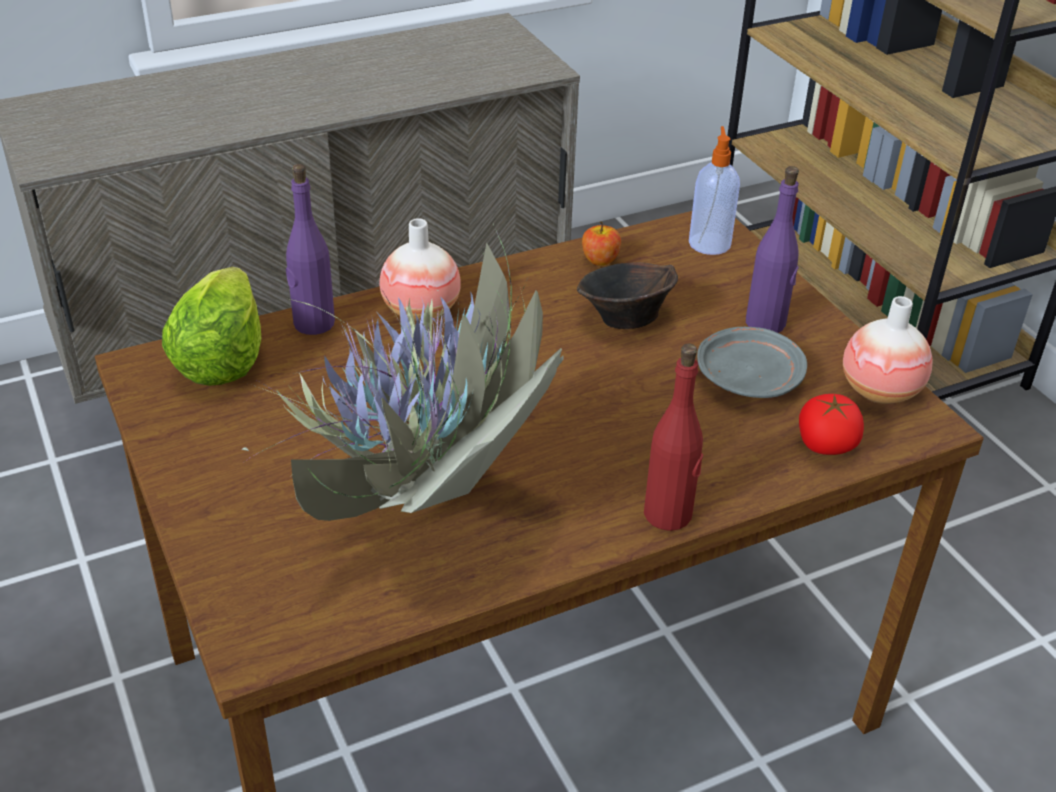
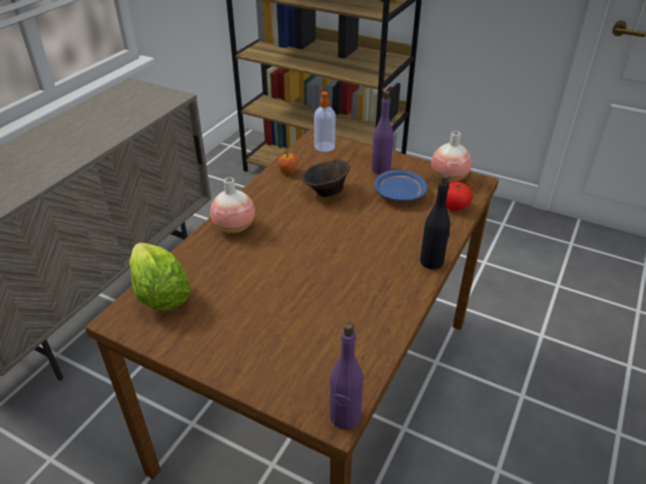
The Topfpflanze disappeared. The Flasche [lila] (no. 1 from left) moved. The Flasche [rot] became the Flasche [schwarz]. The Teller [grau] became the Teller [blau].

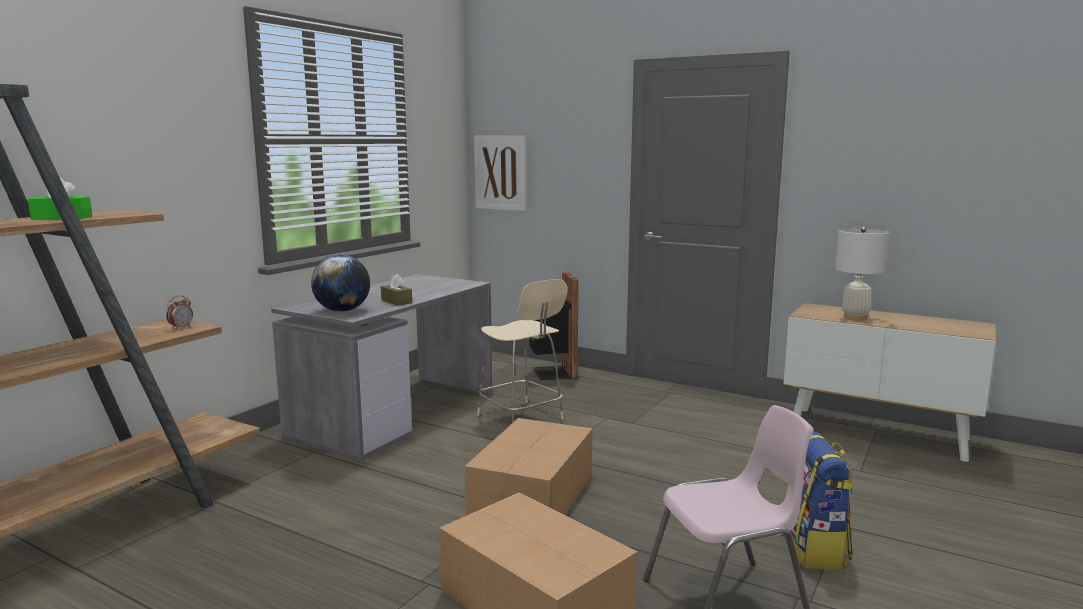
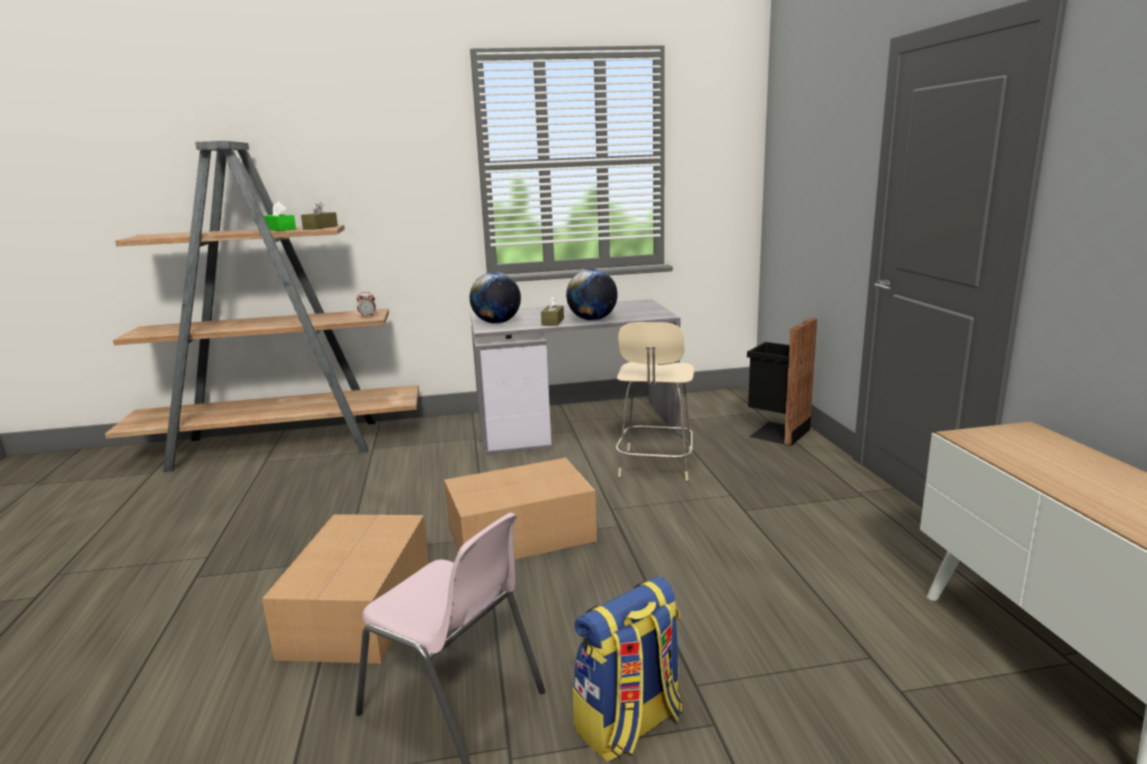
The Bild disappeared. The Tischlampe [weiß] disappeared. The Taschentuchbox [braun] (no. 1 from left) appeared. The Globus (no. 2 from left) appeared.

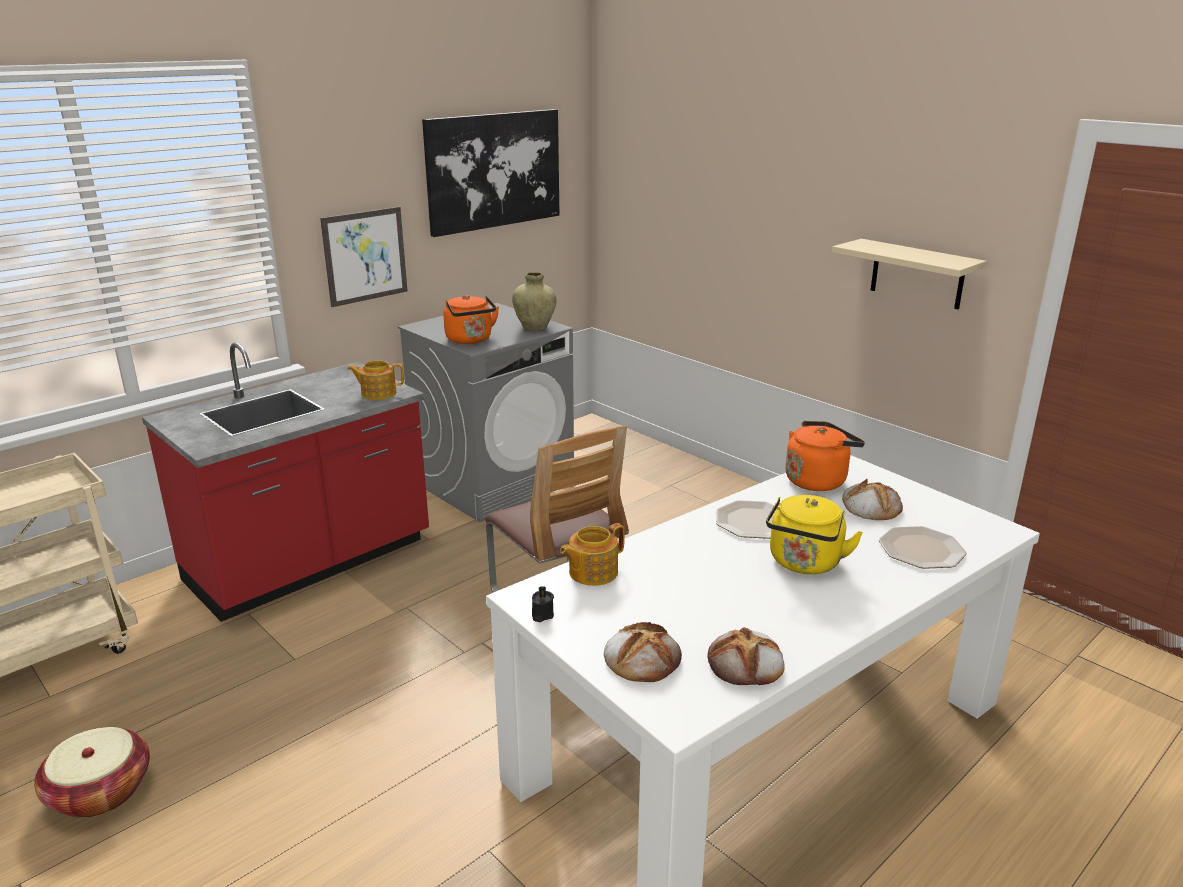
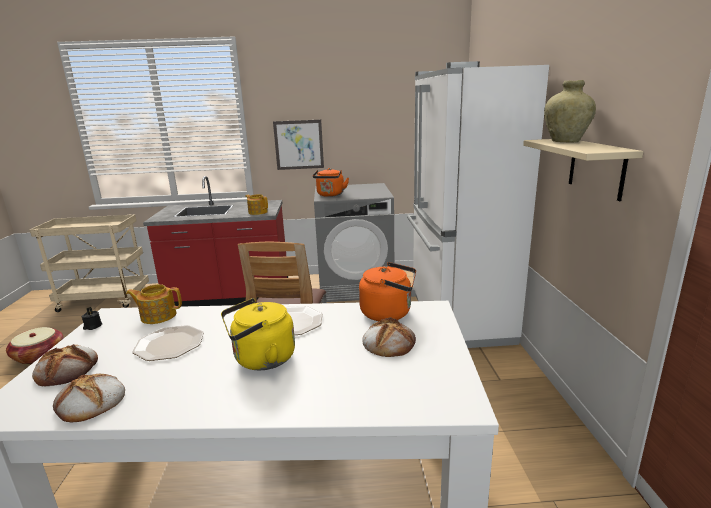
The Bild (no. 2 from left) disappeared. The Kühlschrank [weiß] appeared. The Vase [beige] moved. The Teller (no. 2 from left in the first image) moved.

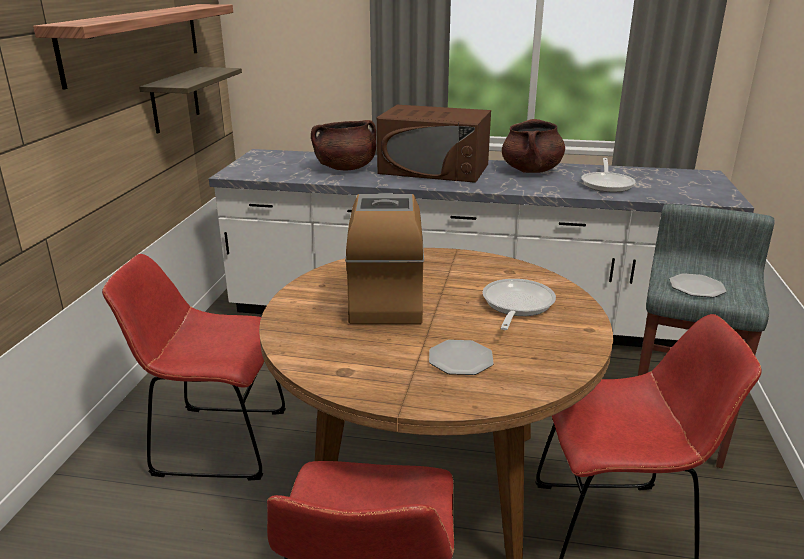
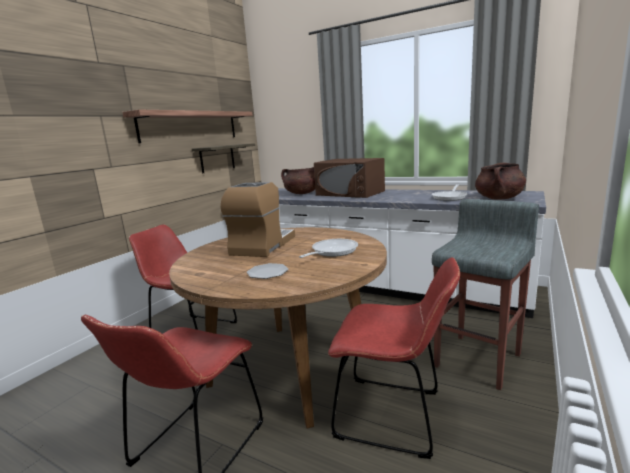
The Teller (no. 2 from left) disappeared. The Kochtopf [braun] (no. 2 from left) moved.

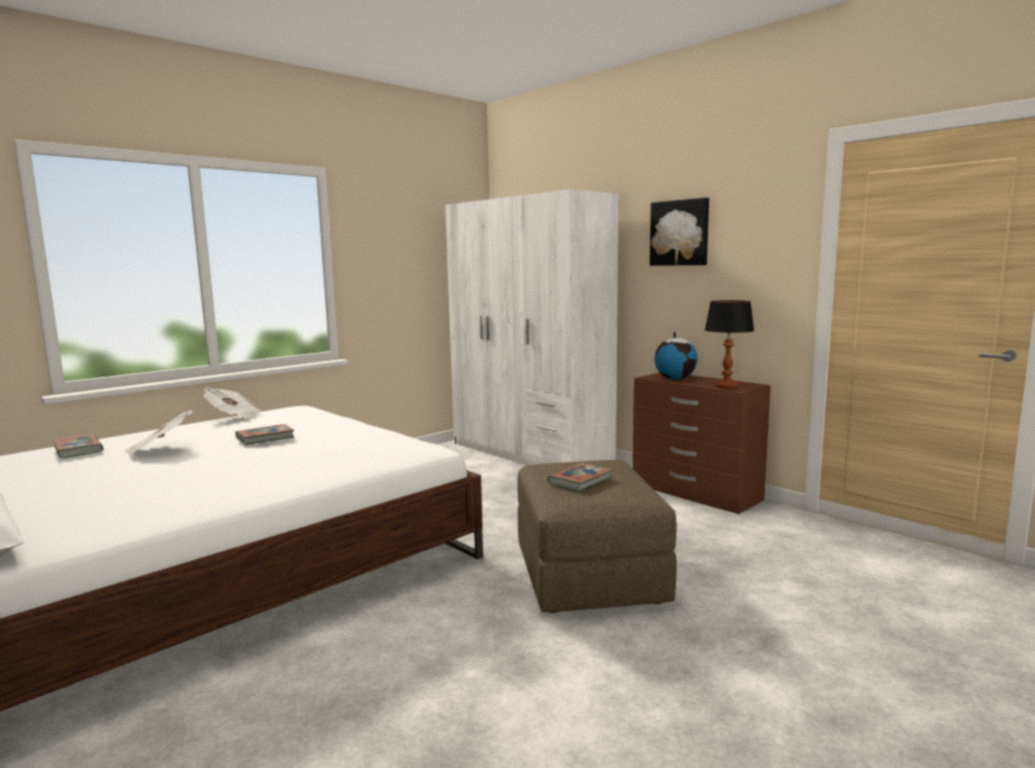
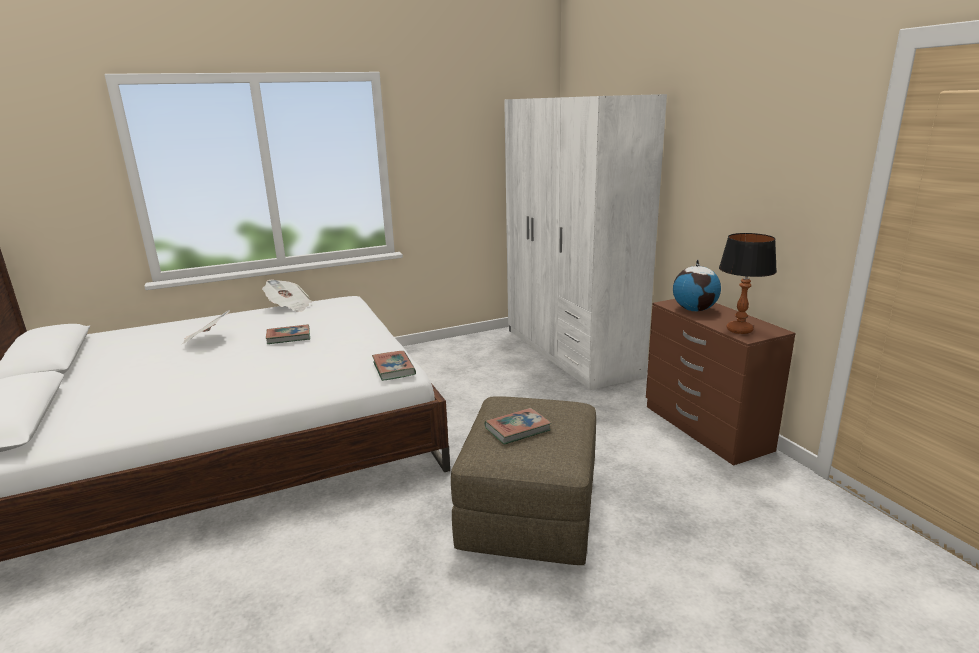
The Bild disappeared. The Buch (no. 1 from left in the first image) moved.

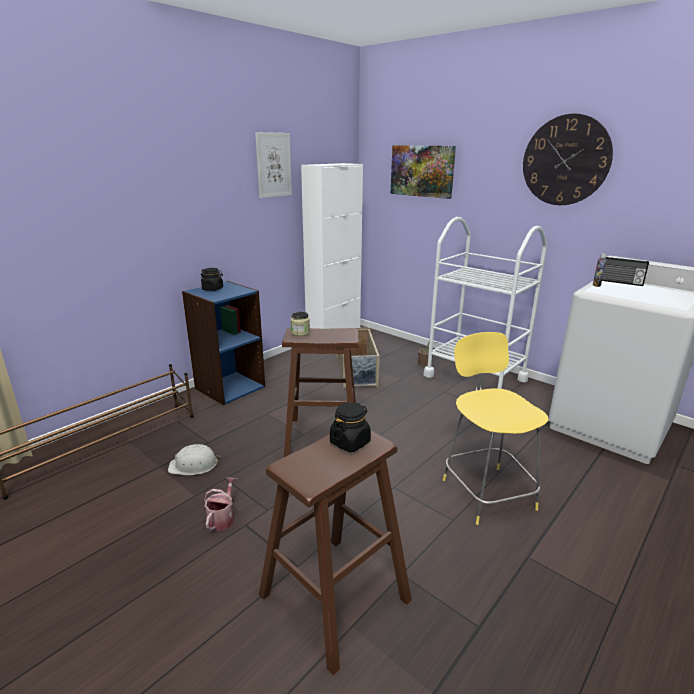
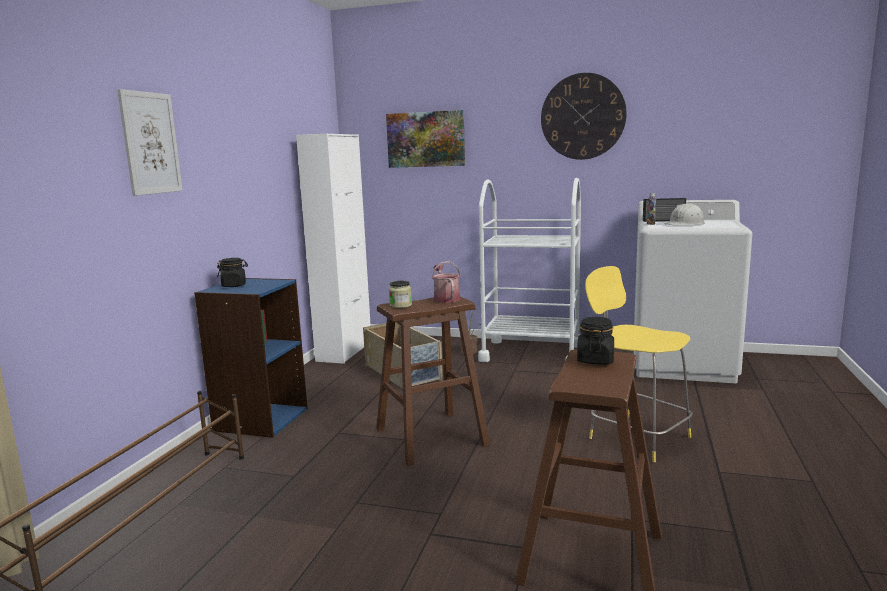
The Schutzhelm [weiß] moved. The Gießkanne moved. The Bild (no. 1 from left) moved.

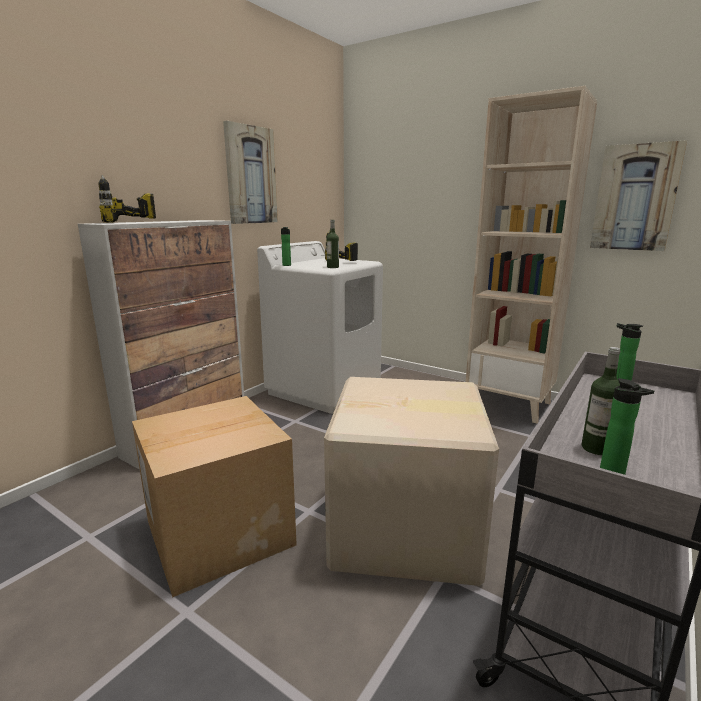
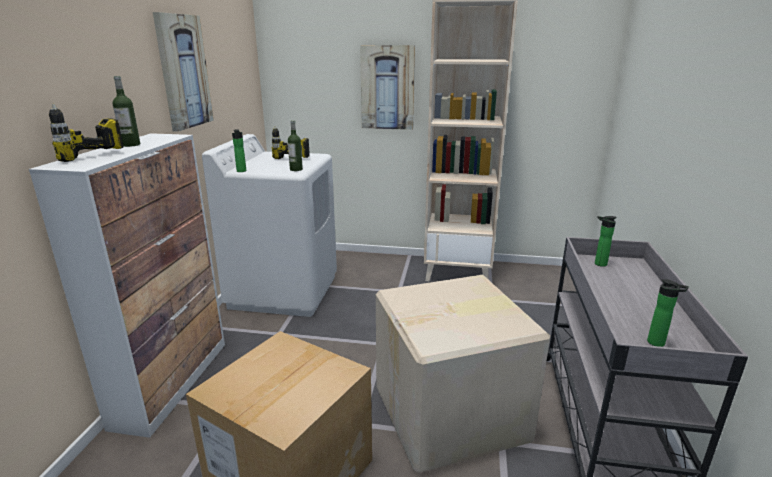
The Flasche (no. 3 from left in the first image) moved. The Bild (no. 2 from left) moved.

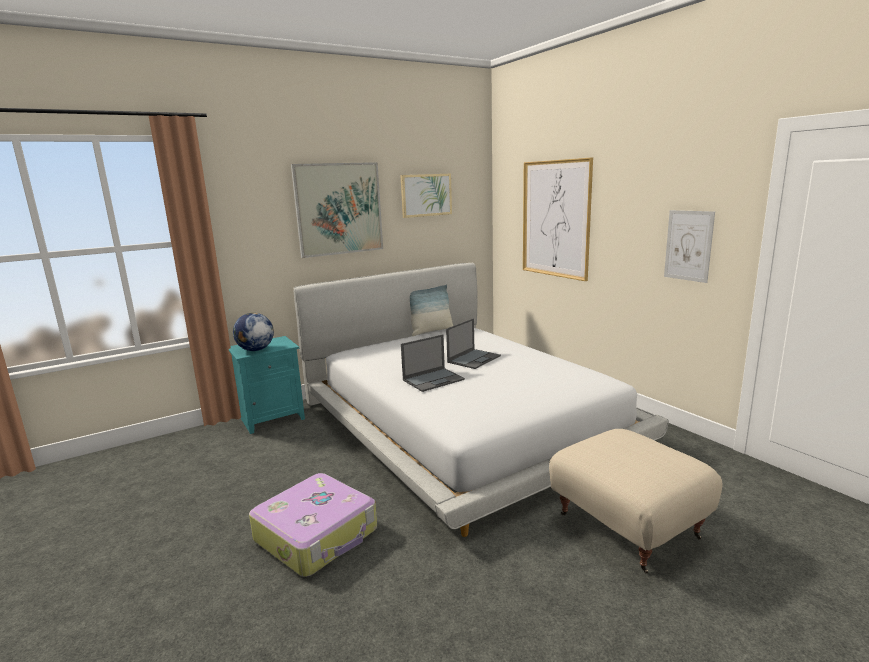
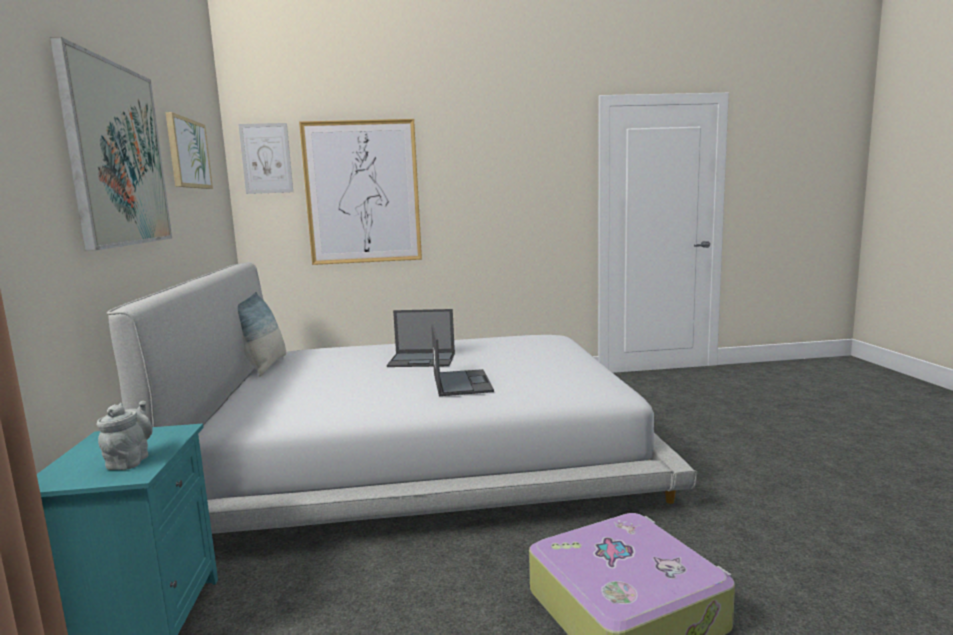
The Polsterhocker [beige] disappeared. The Bild (no. 4 from left in the first image) moved. The Globus was replaced by the Teekanne [grau]. The Laptop (no. 2 from left in the first image) turned 120 degrees clockwise.

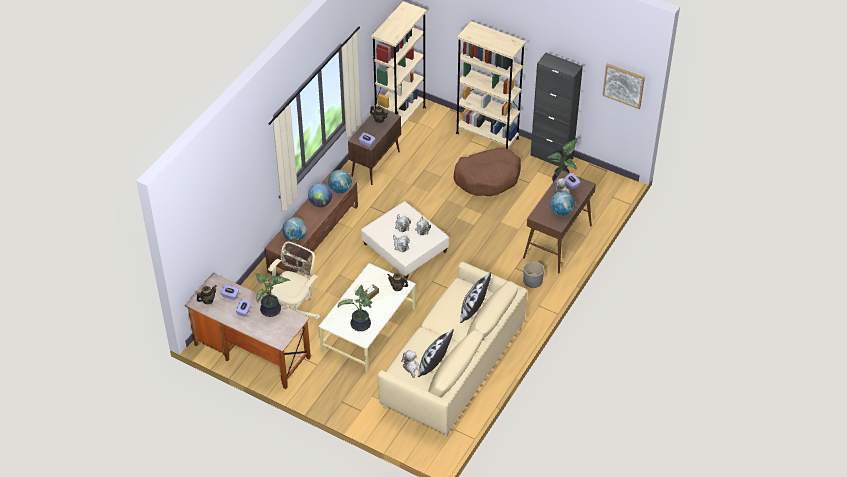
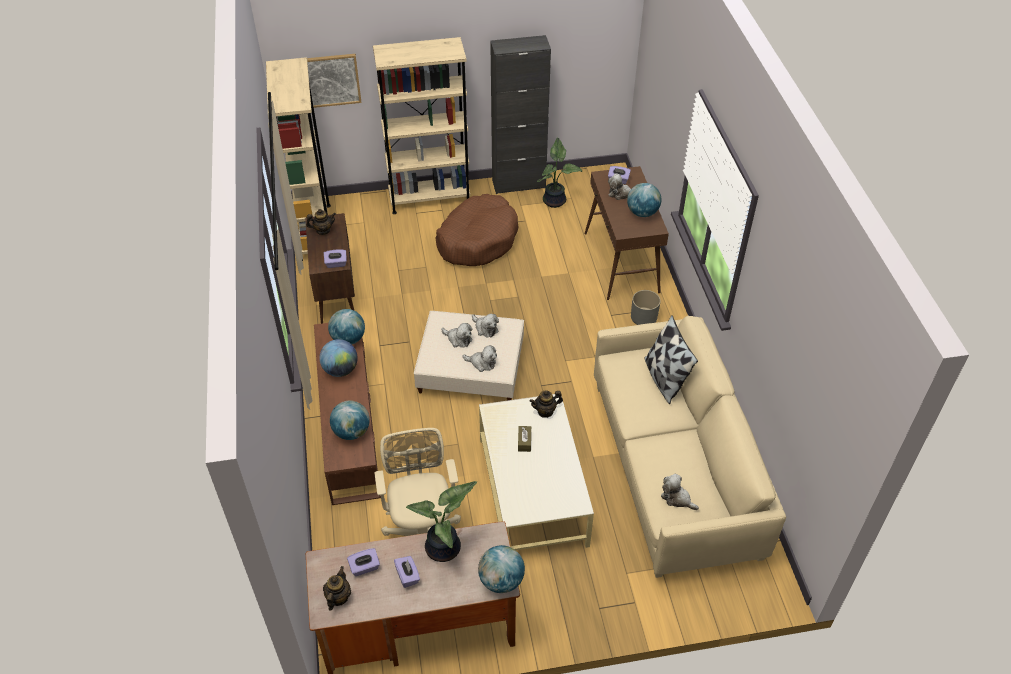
The Topfpflanze (no. 2 from left) disappeared. The Kissen (no. 1 from left) disappeared. The Globus (no. 4 from left) appeared. The Bild moved.

